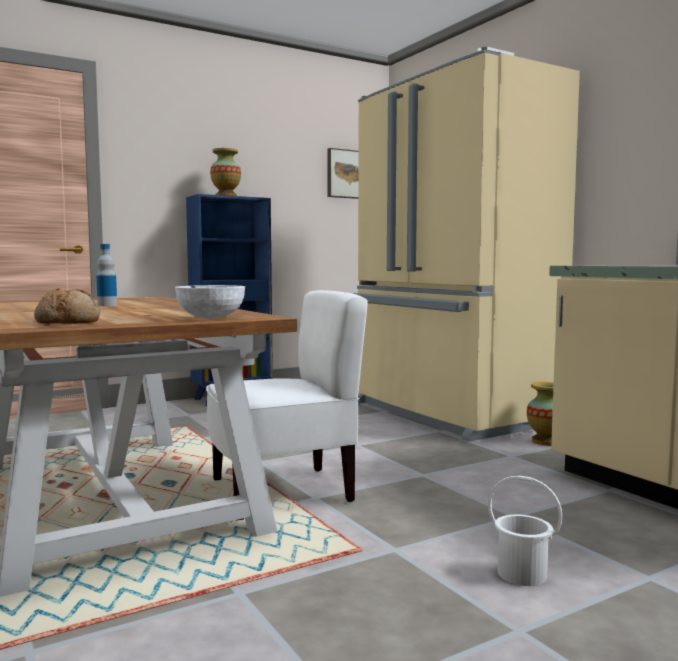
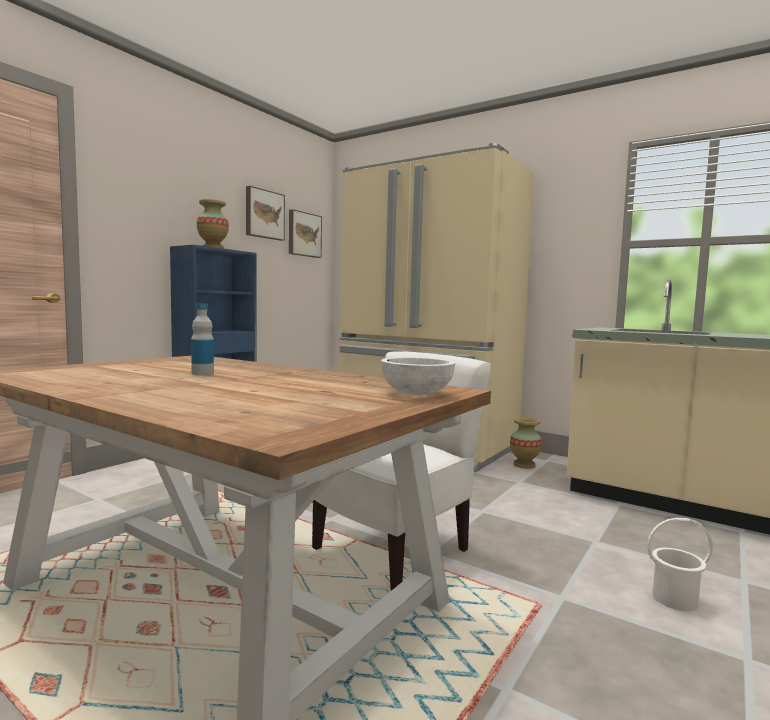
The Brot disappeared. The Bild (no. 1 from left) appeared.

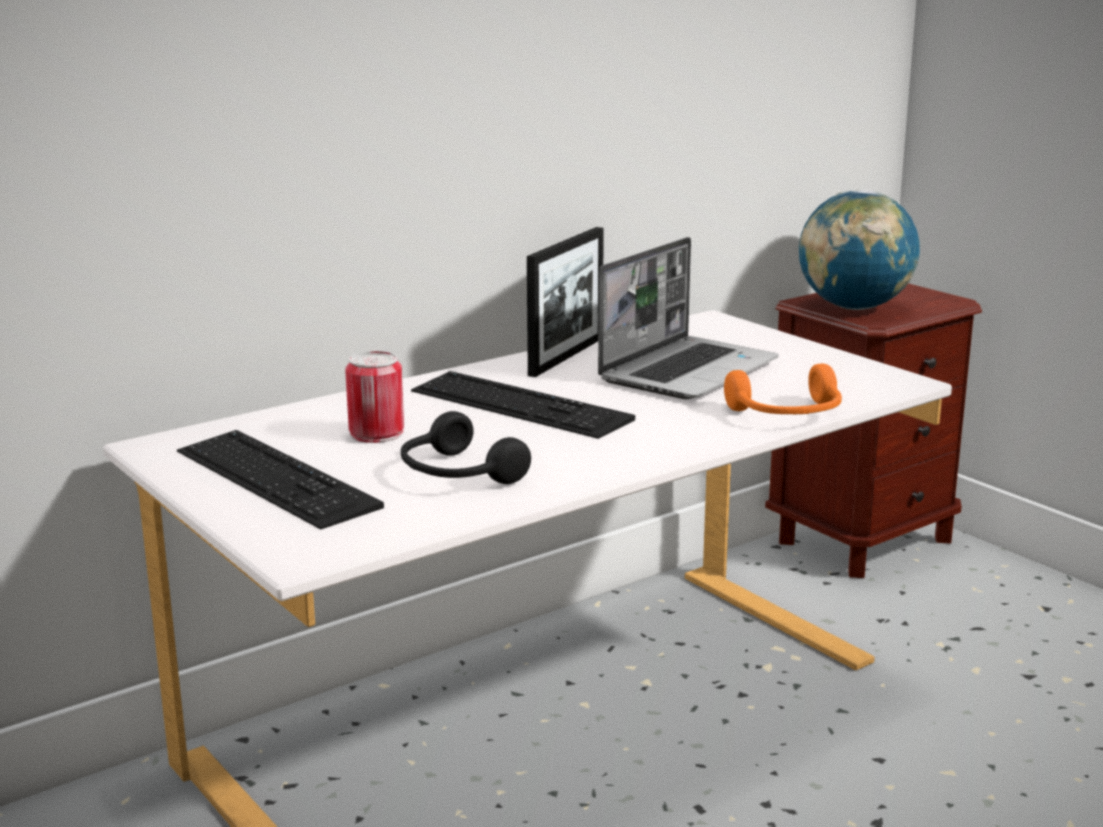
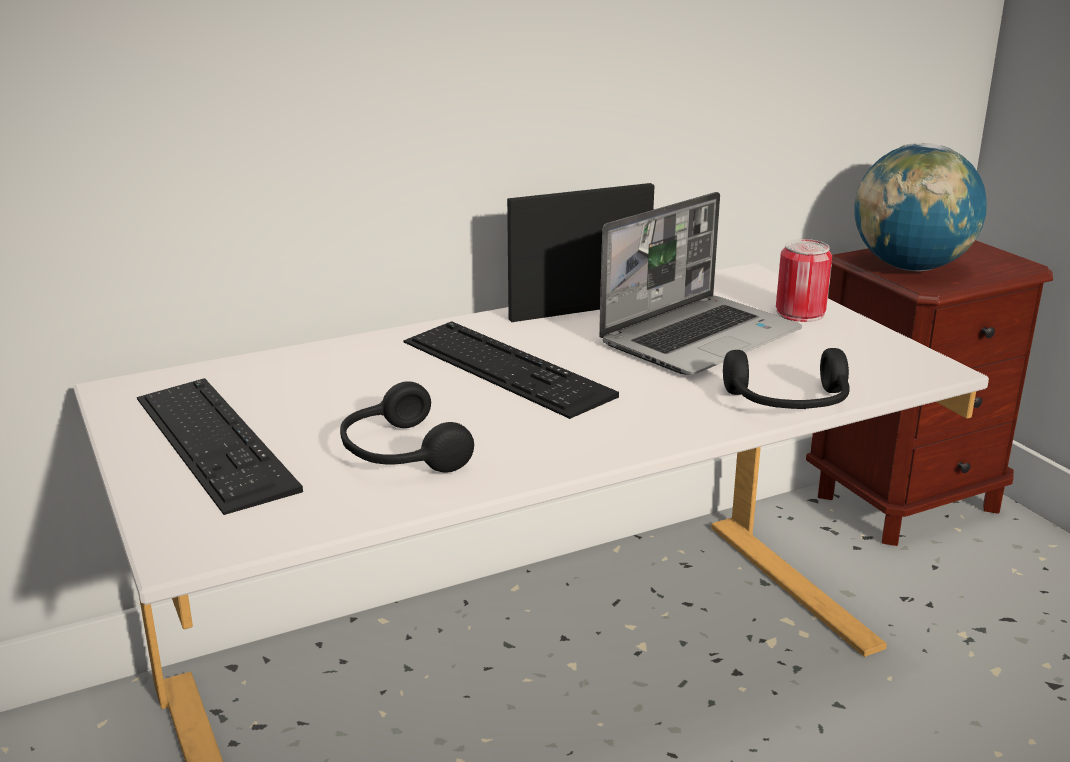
The Dose moved. The Kopfhörer [orange] became the Kopfhörer [schwarz] (no. 2 from left). The Bilderrahmen turned 150 degrees counterclockwise.

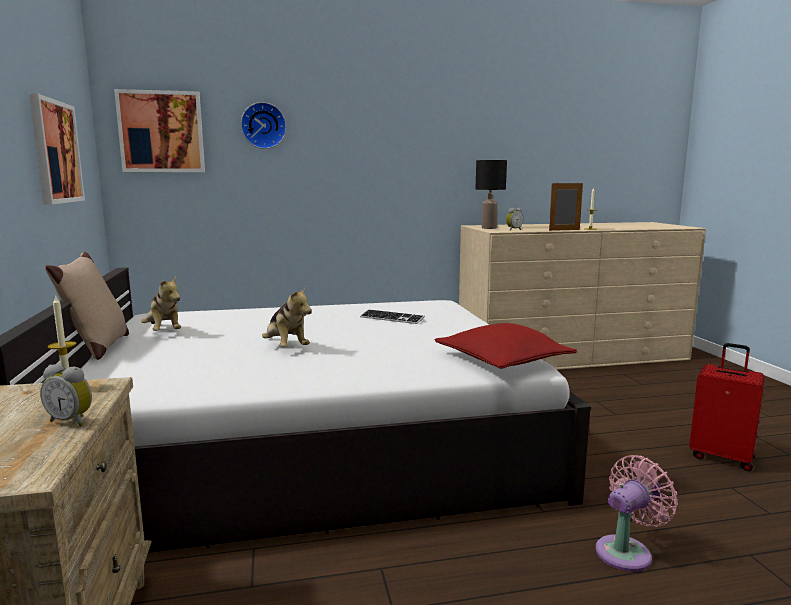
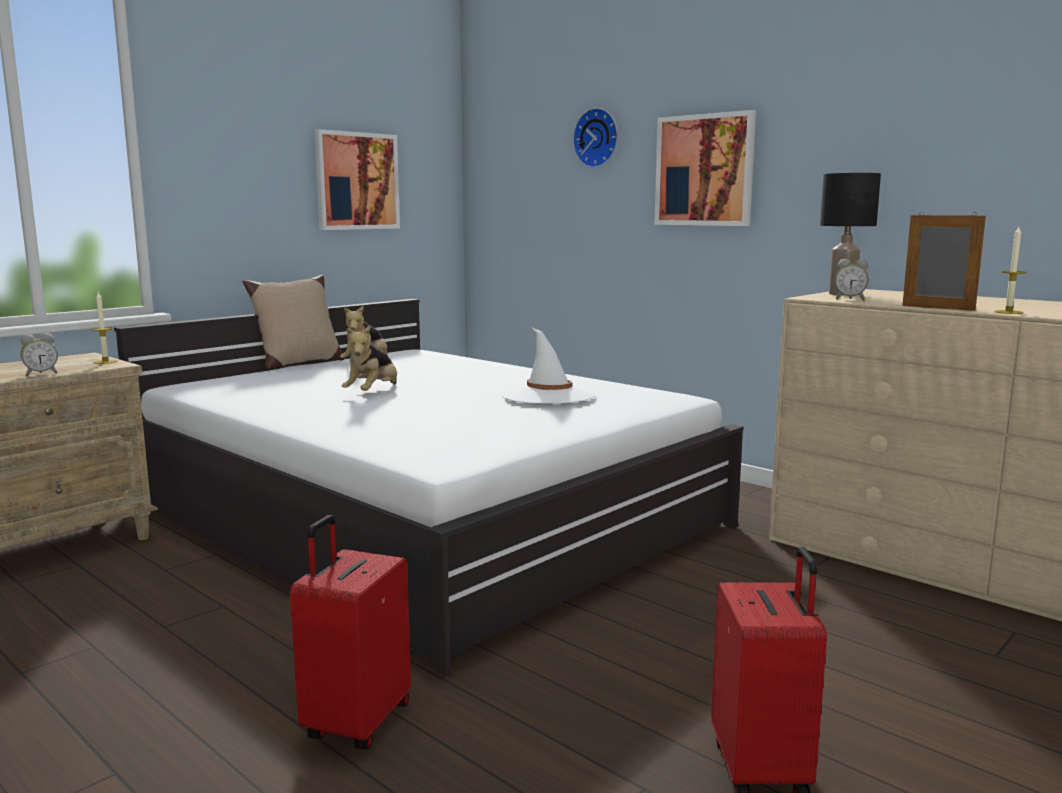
The Kissen [rot] disappeared. The Bild (no. 2 from left) moved. The Tastatur was replaced by the Hut [weiß]. The Ventilator [rosa] was replaced by the Koffer [rot] (no. 1 from left). The Wecker (no. 1 from left) turned 105 degrees counterclockwise.

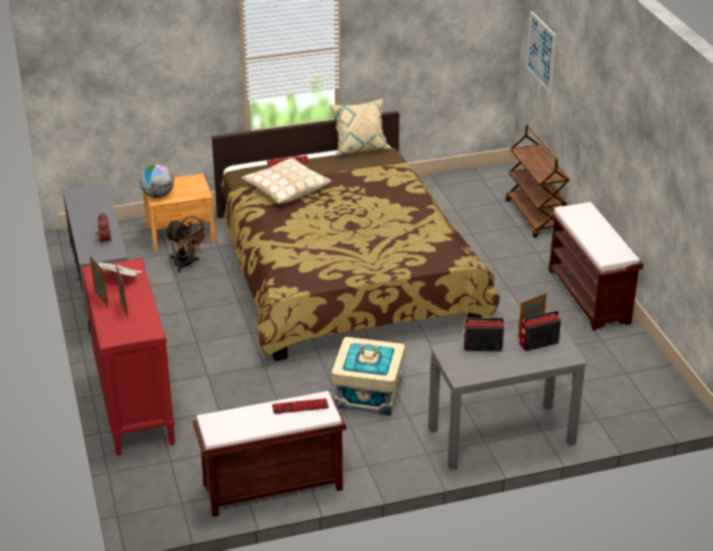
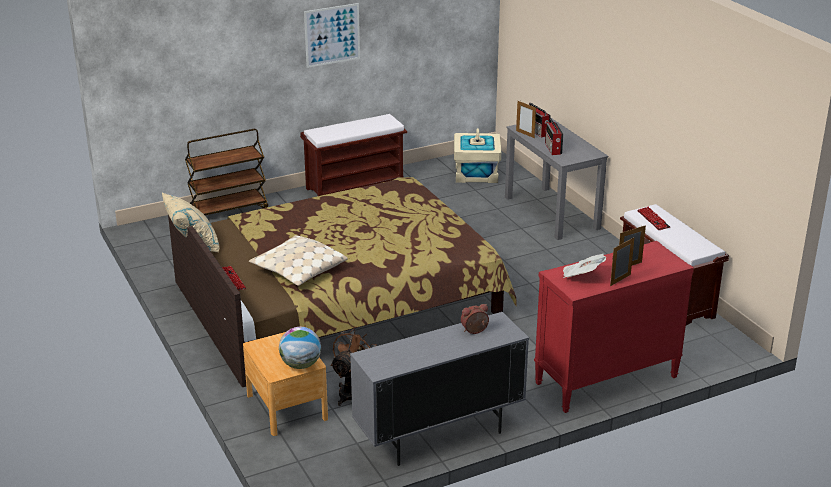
The Aufbewahrungsbox [beige] moved. The Bild moved.

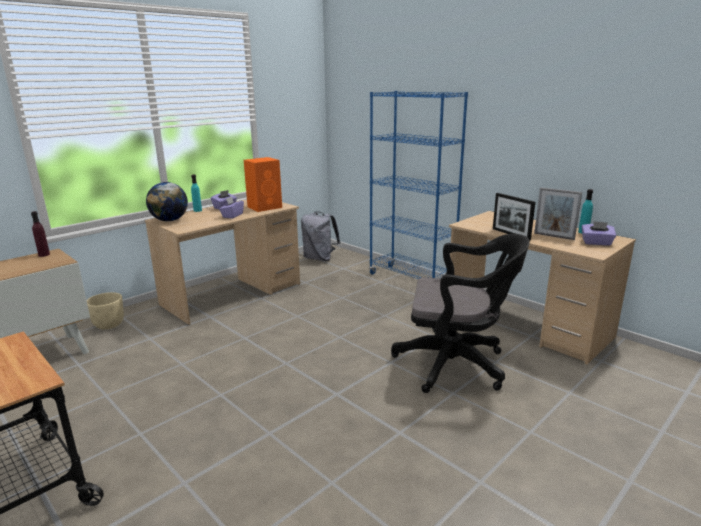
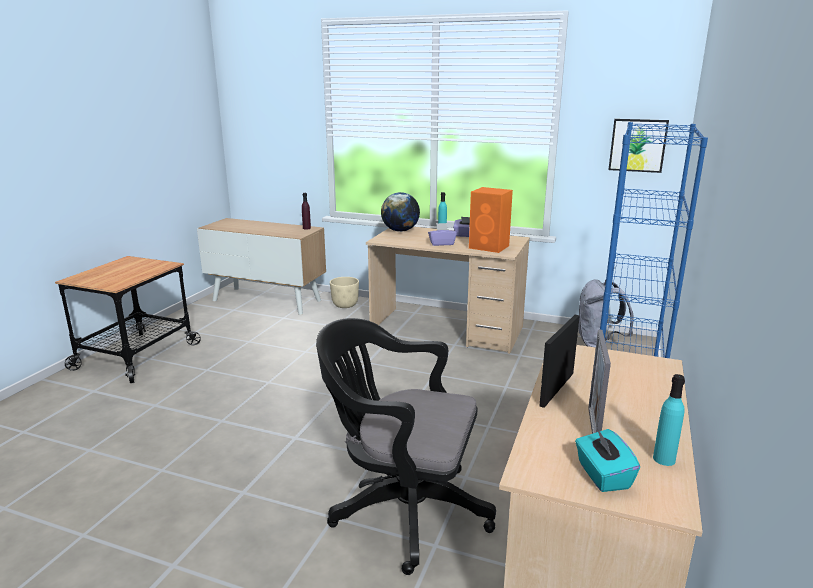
The Bild appeared. The Taschentuchbox [lila] (no. 3 from left) became the Taschentuchbox [türkis]. The Bürostuhl [schwarz] turned 120 degrees clockwise.

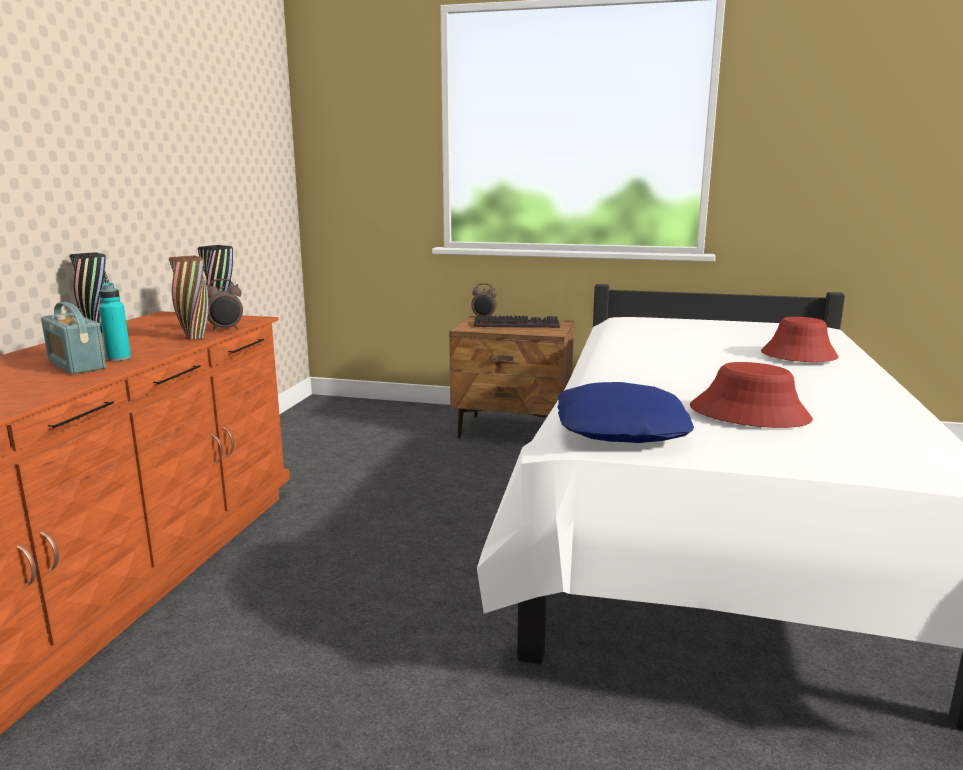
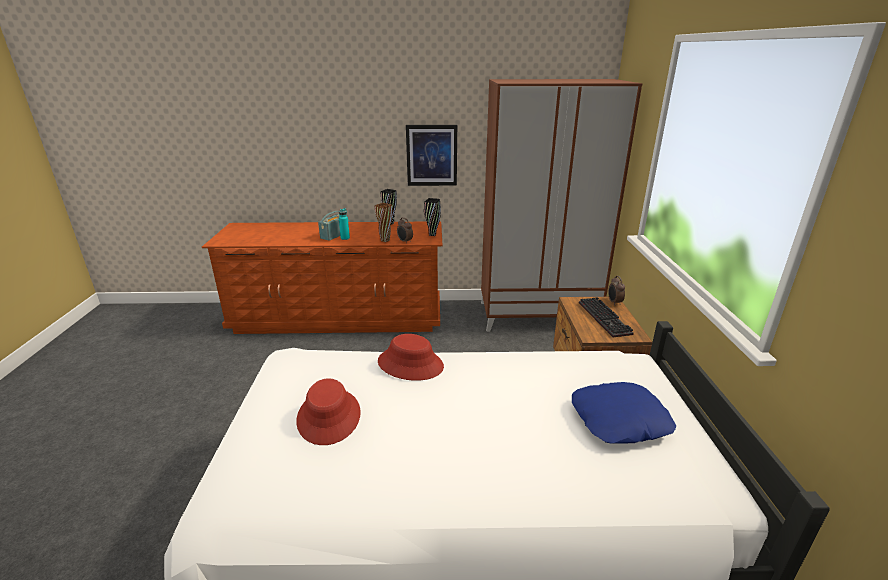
The Bild appeared. The Kleiderschrank [braun] appeared. The Kissen [blau] moved. The Hut [rot] (no. 2 from left) moved.

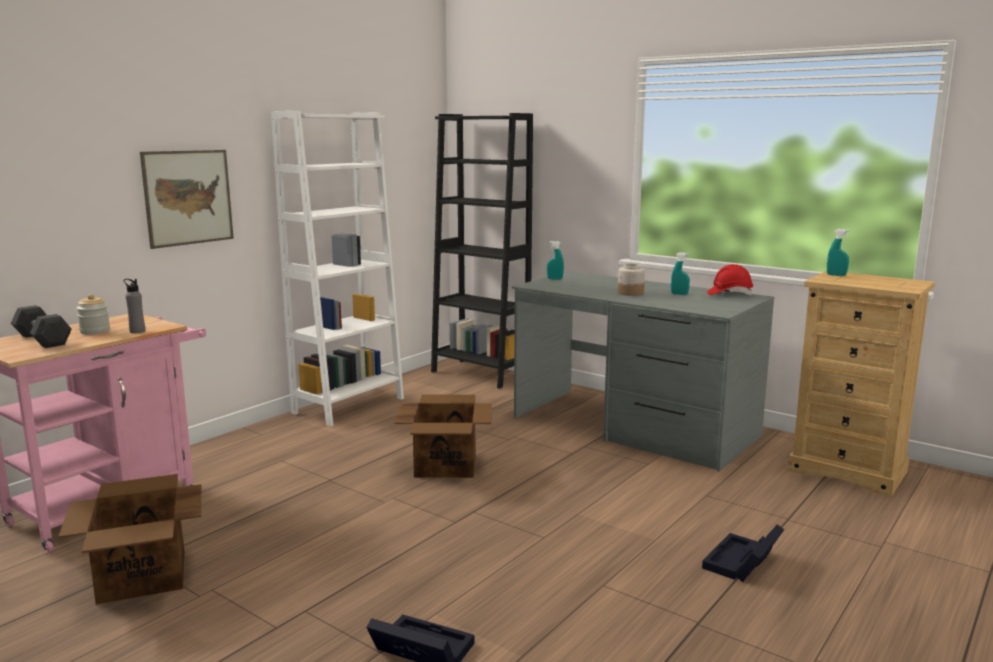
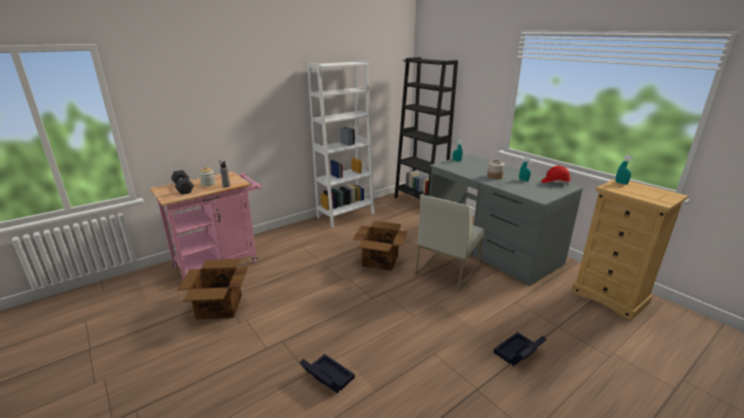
The Bild disappeared. The Stuhl [weiß] appeared.

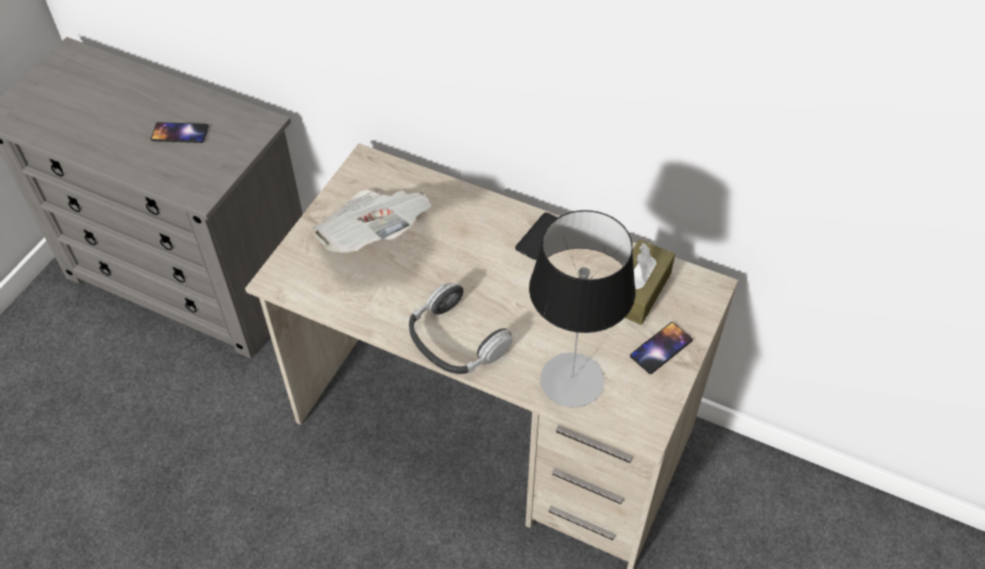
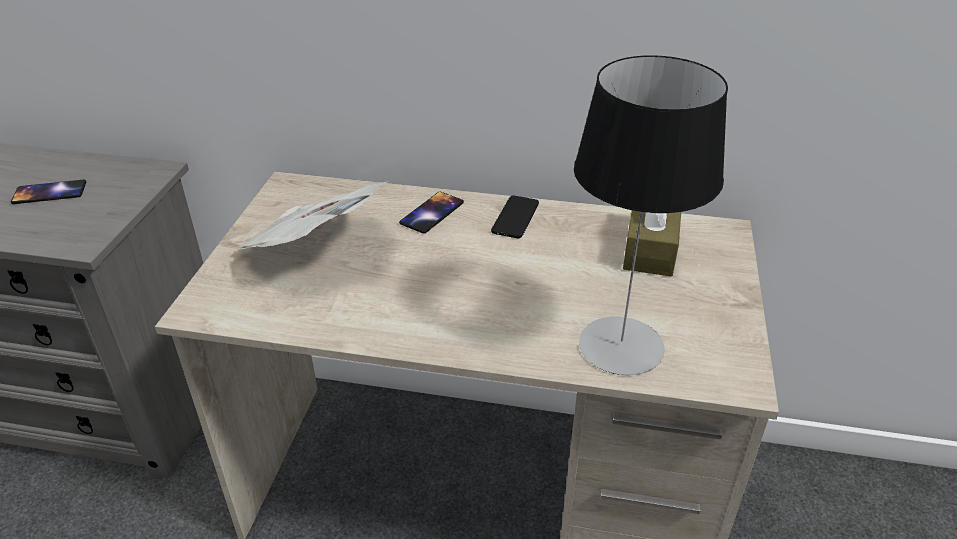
The Kopfhörer disappeared. The Handy (no. 3 from left in the first image) moved.

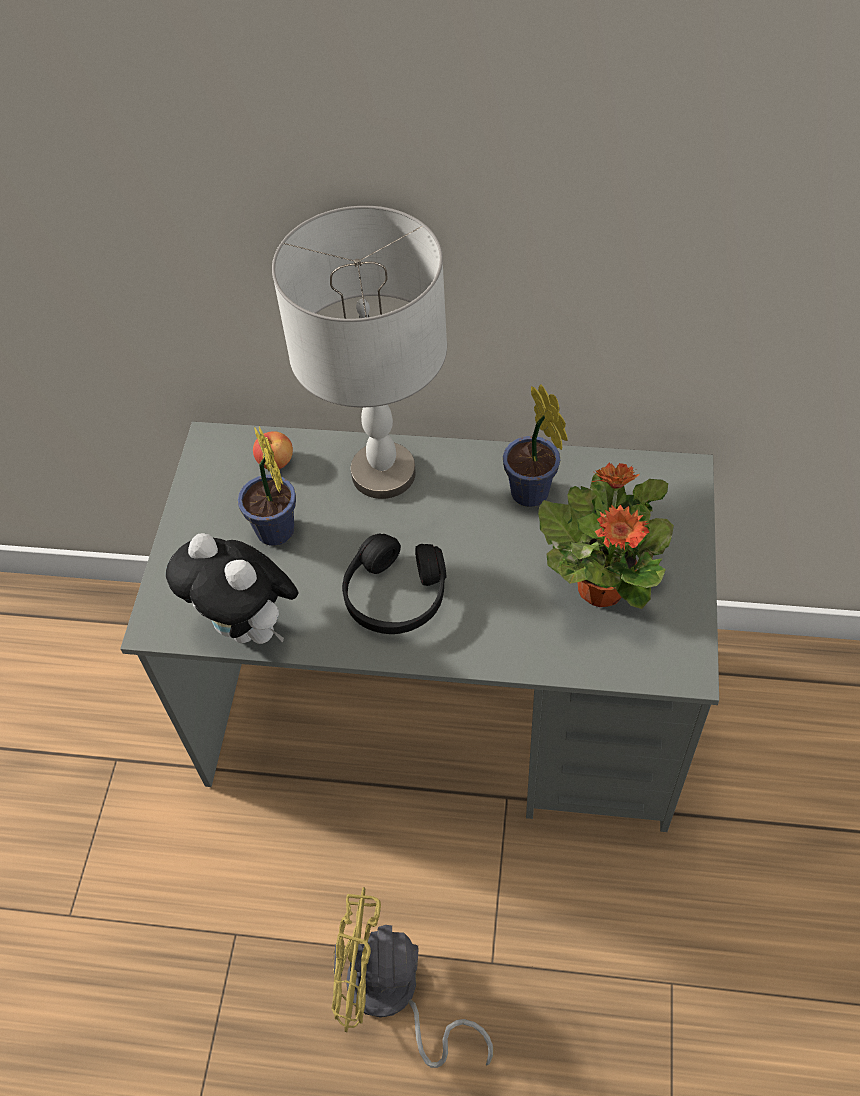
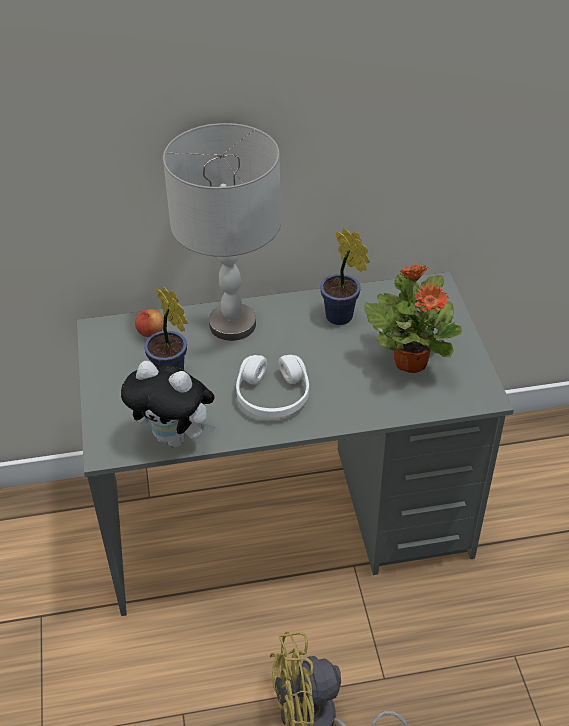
The Kopfhörer [schwarz] became the Kopfhörer [weiß].

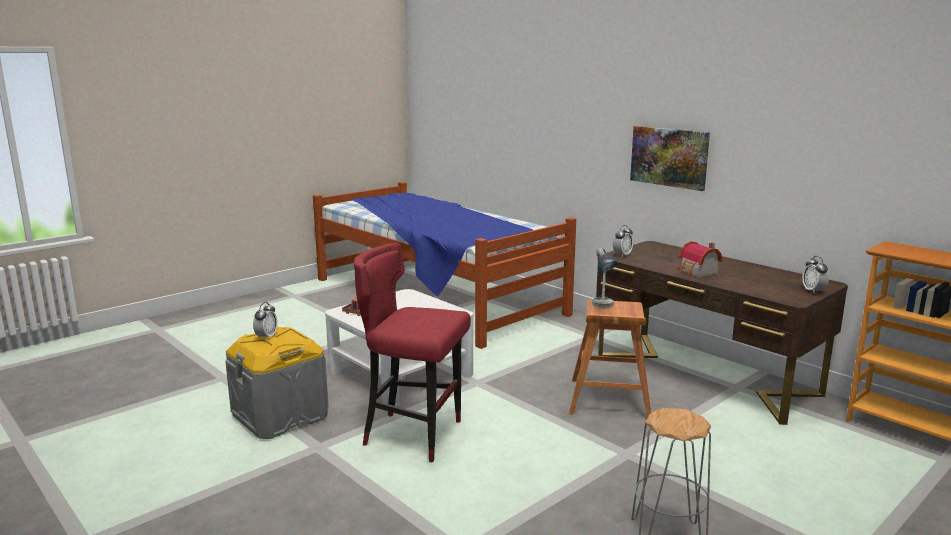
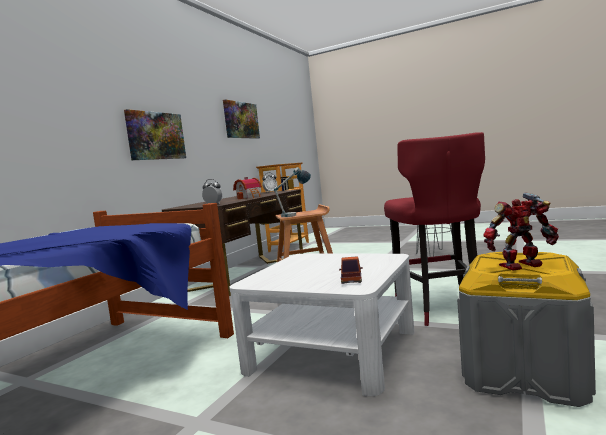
The Bild (no. 2 from left) appeared. The Wecker (no. 1 from left) was replaced by the Spielzeugroboter.

